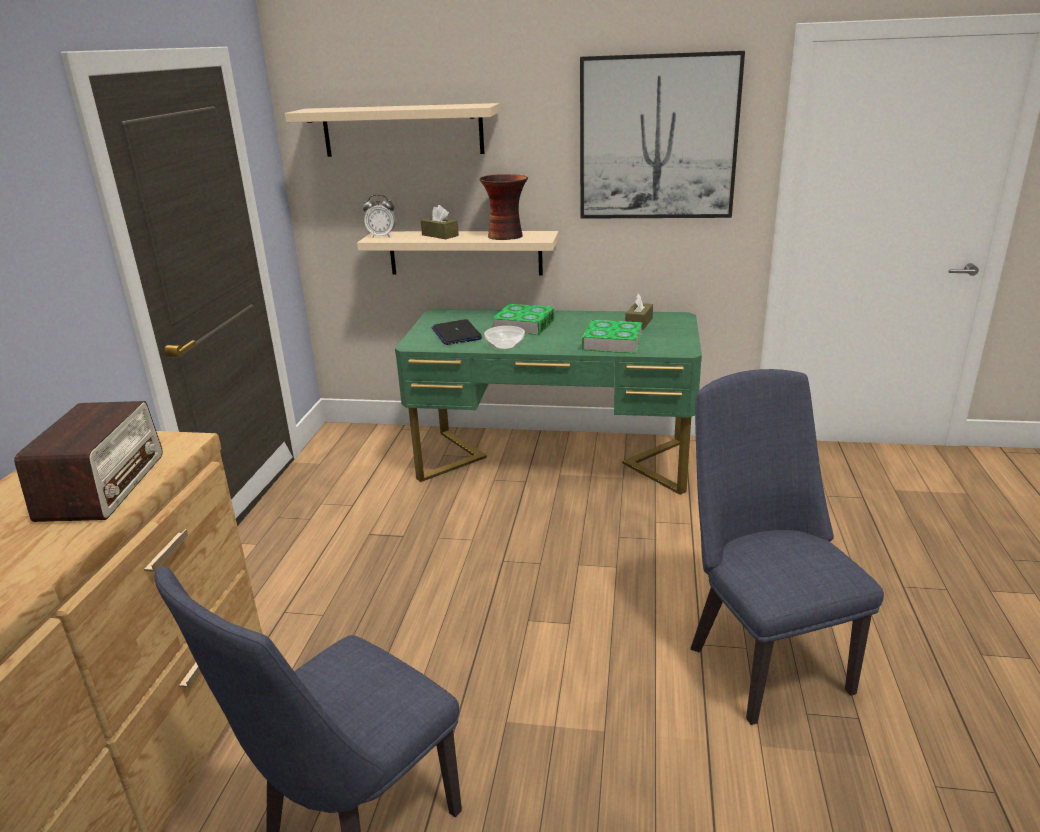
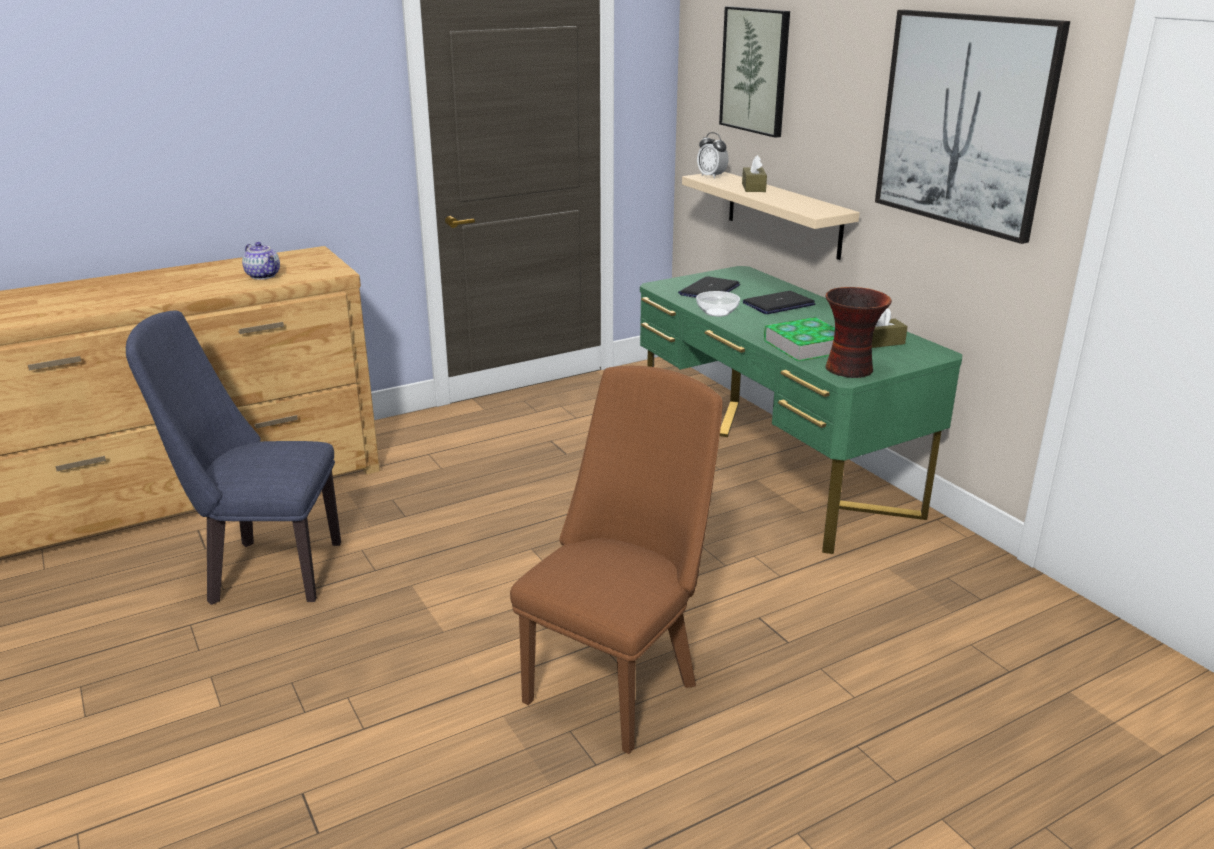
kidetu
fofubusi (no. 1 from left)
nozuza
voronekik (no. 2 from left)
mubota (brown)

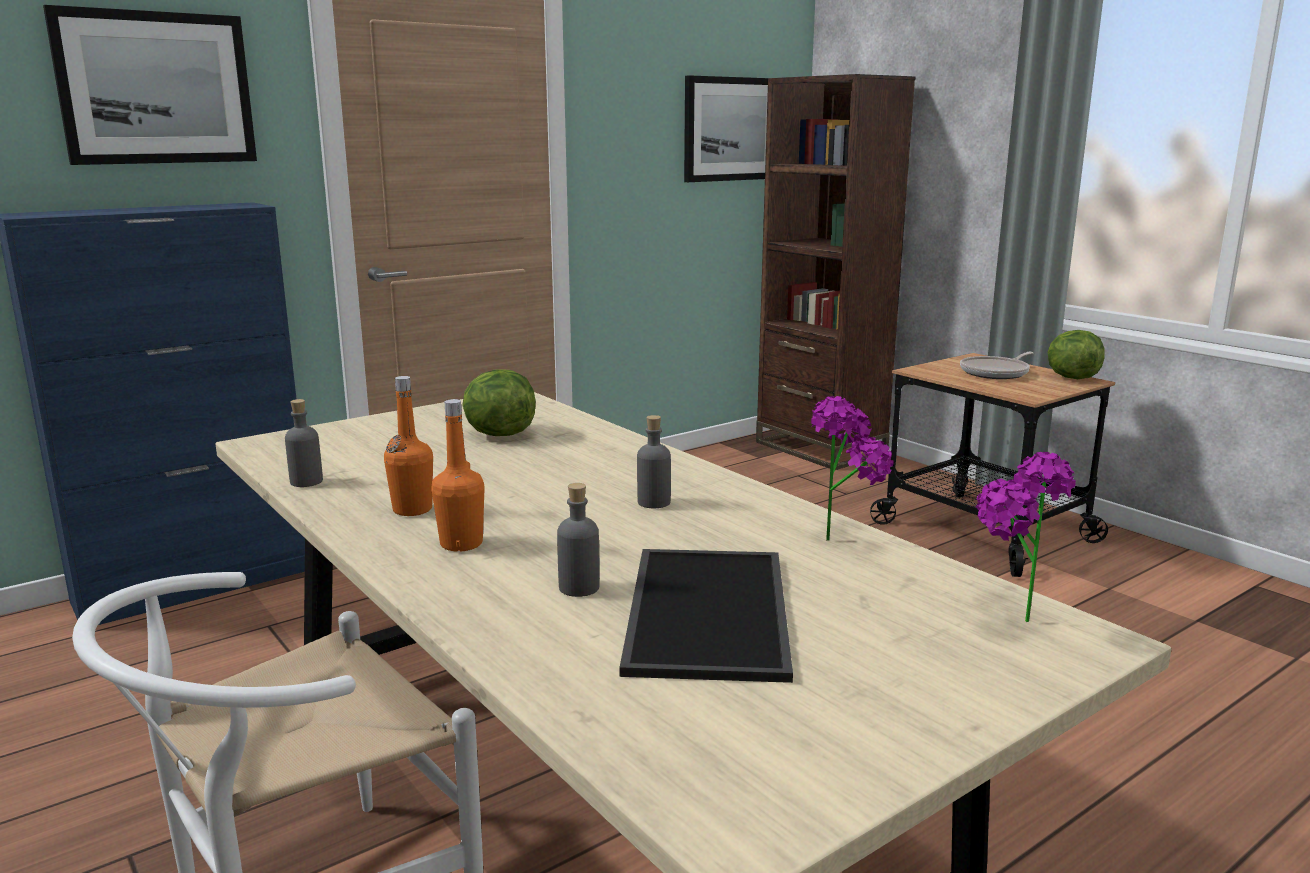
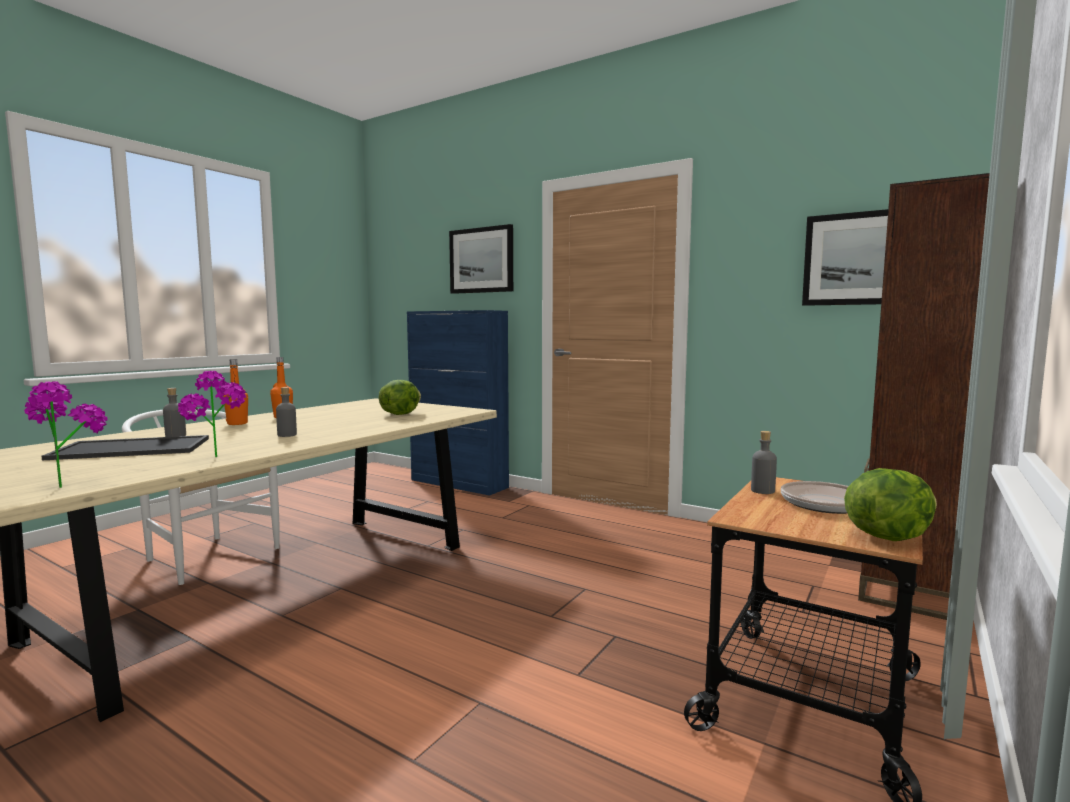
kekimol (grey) (no. 3 from left)

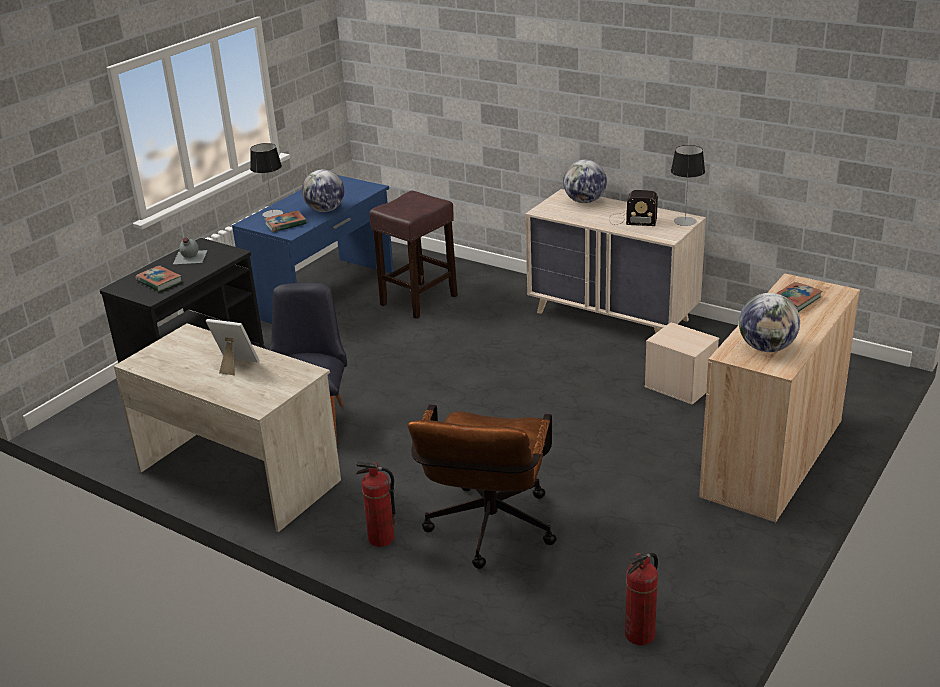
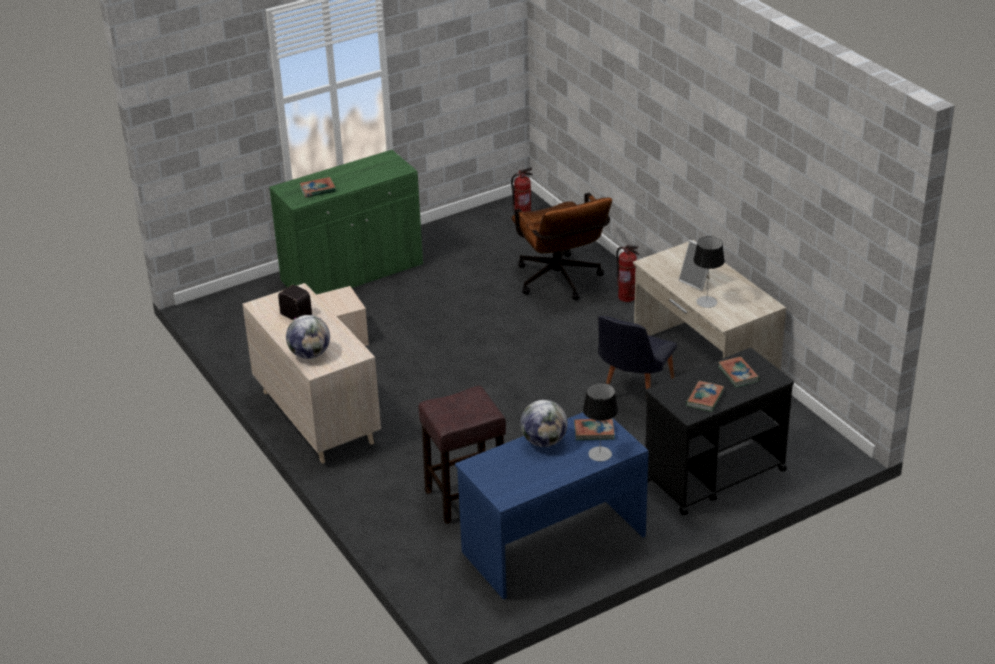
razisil (no. 3 from left)
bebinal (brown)
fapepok (no. 2 from left)
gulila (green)
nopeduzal (no. 3 from left in the first image)

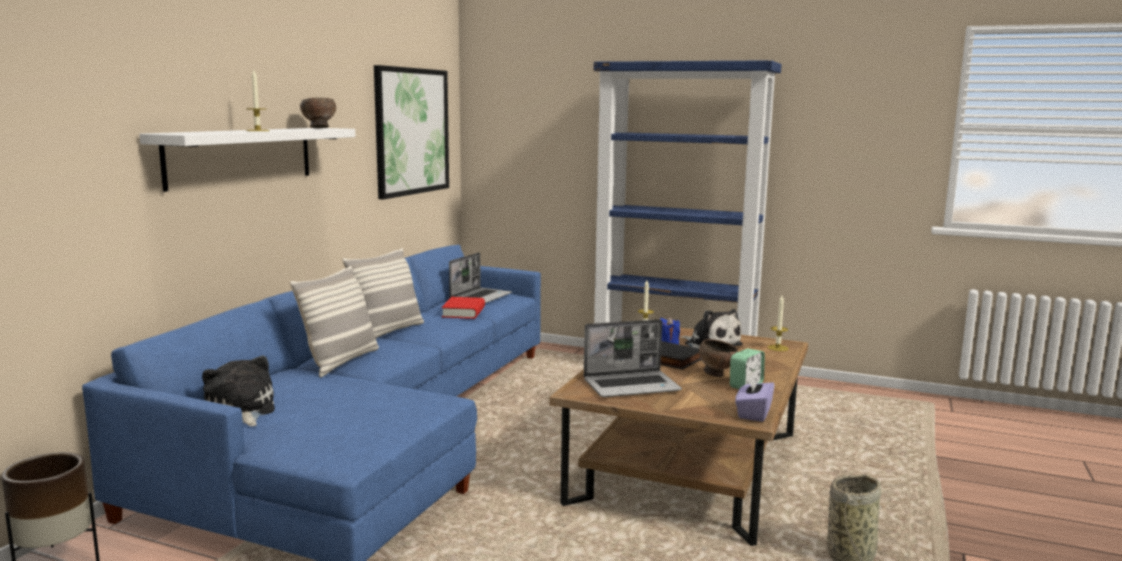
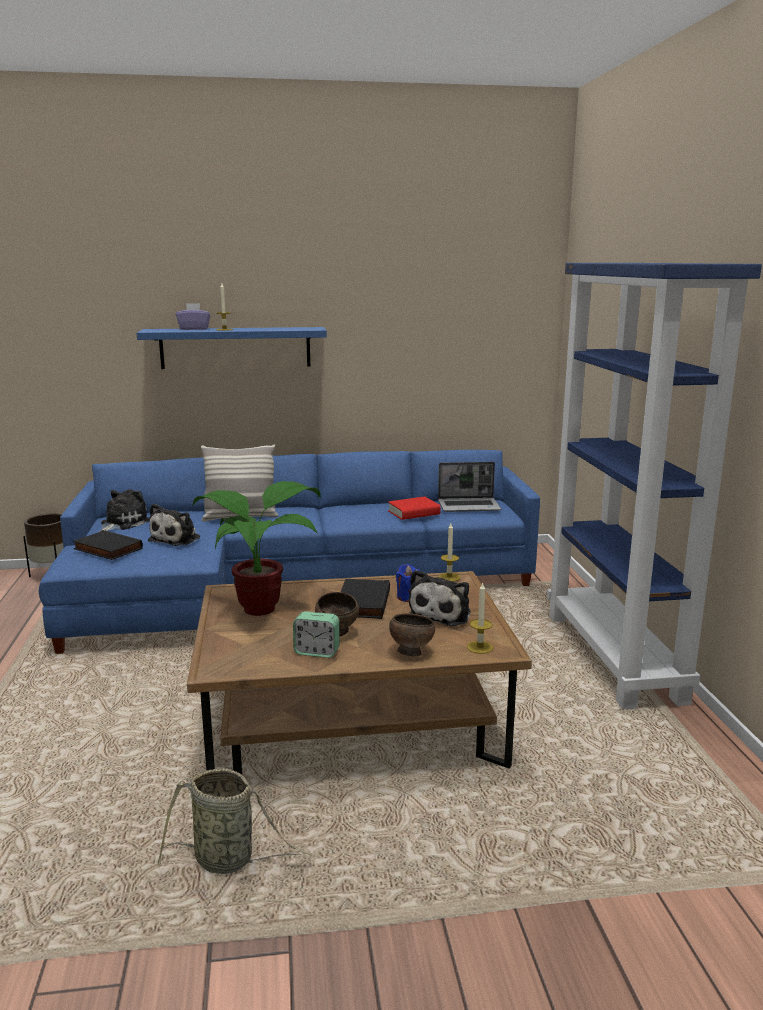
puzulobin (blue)
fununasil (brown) (no. 2 from left)
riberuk (no. 2 from left in the first image)
fofubusi
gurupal
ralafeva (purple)
razisil (black) (no. 1 from left)
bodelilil (no. 2 from left)

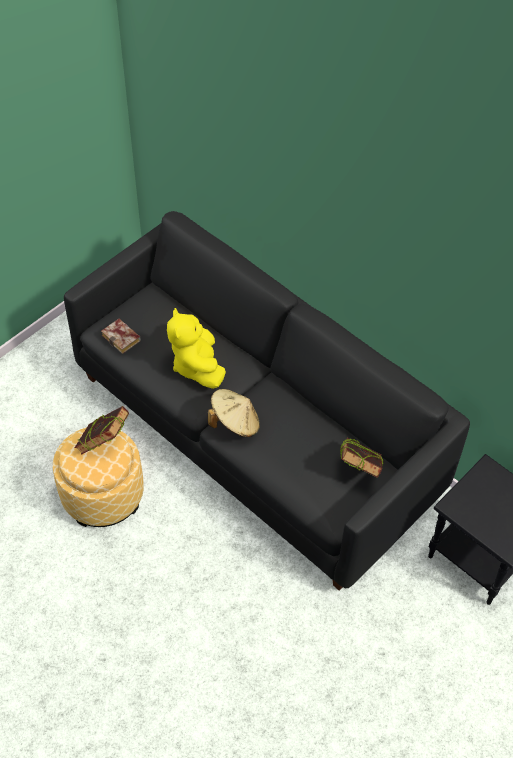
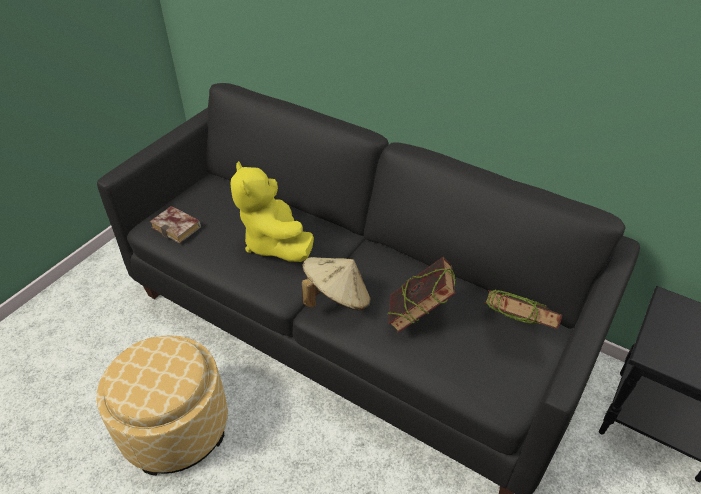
razisil (no. 2 from left)

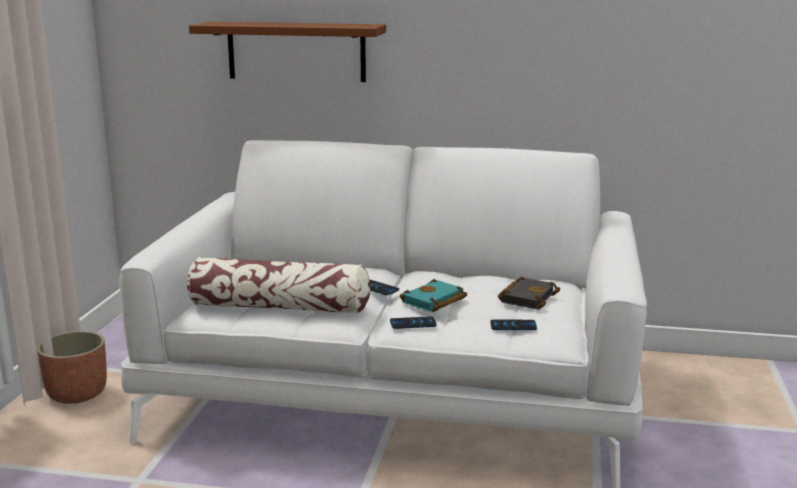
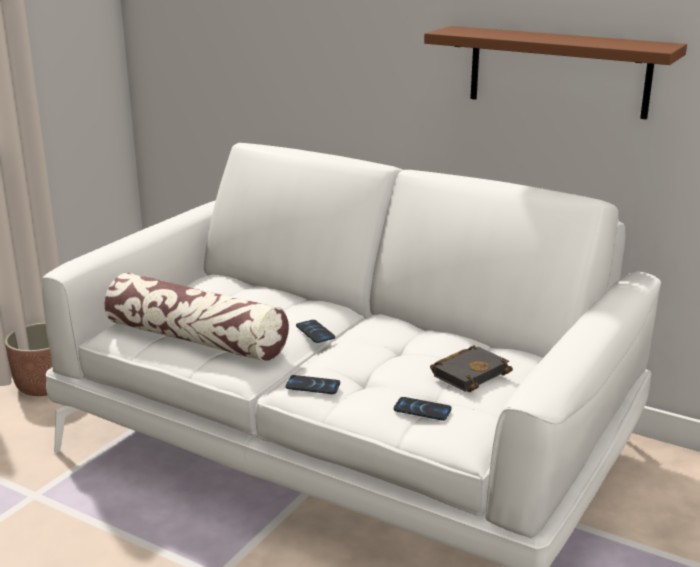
puzulobin (brown)
razisil (turquoise)

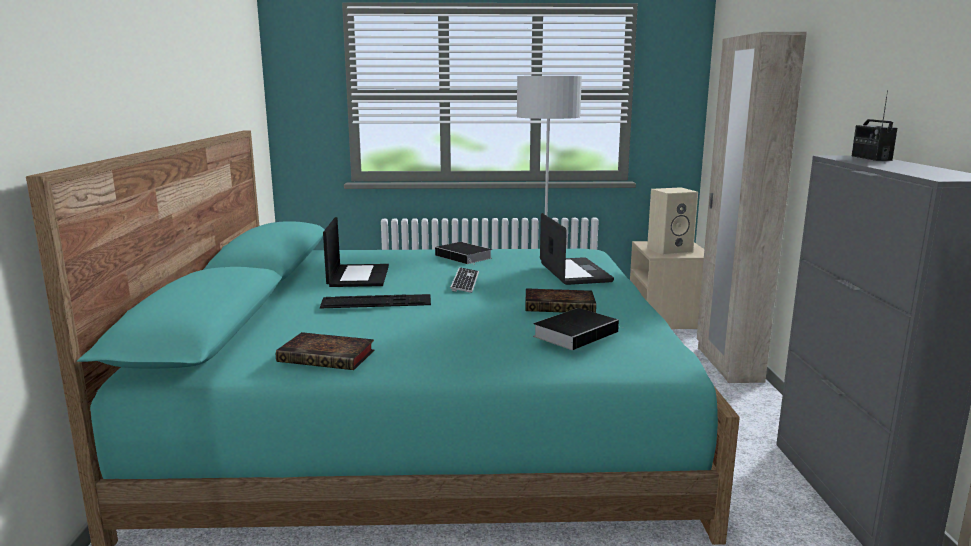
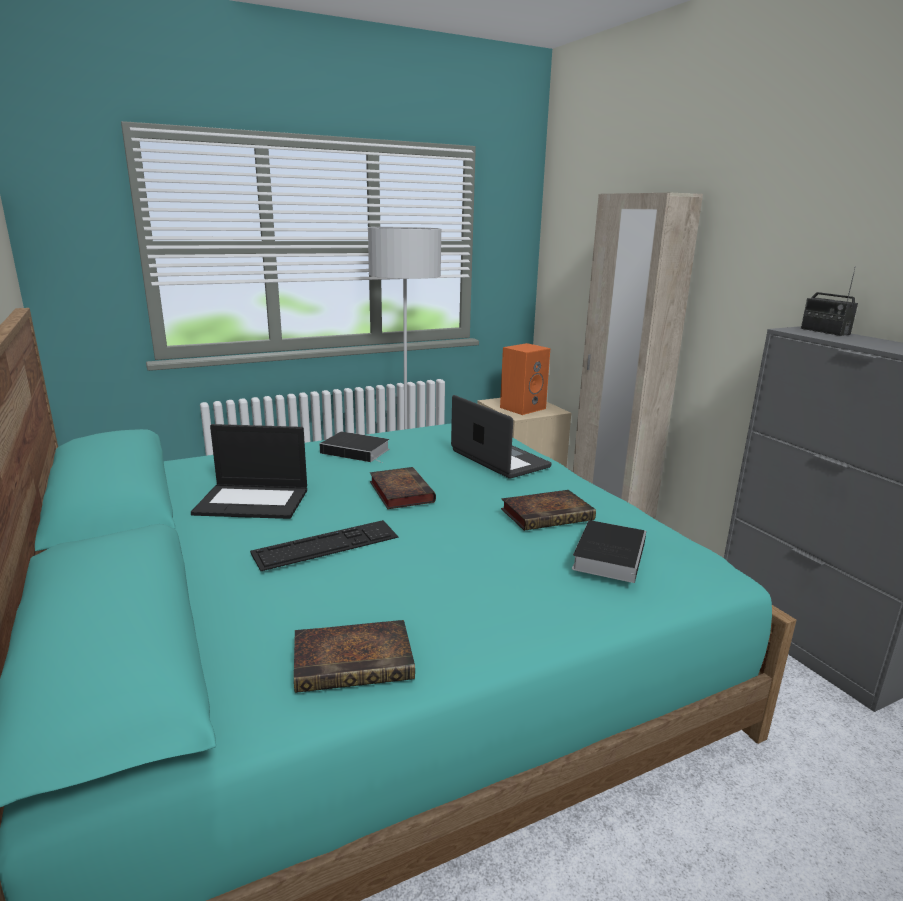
voronekik (no. 1 from left)
razisil (no. 3 from left)
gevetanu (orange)

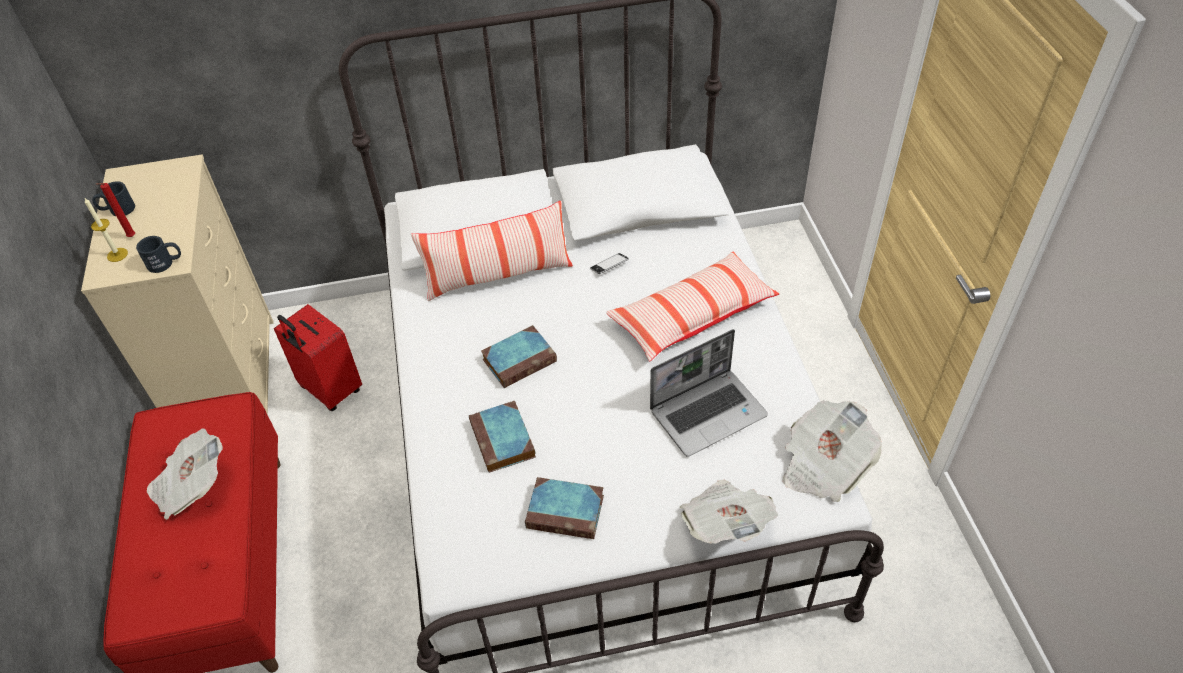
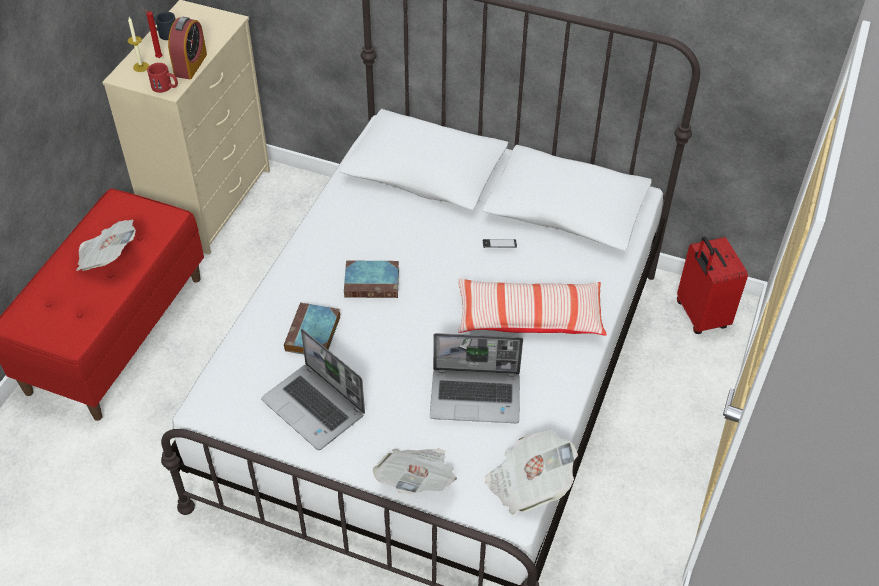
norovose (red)
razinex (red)
riberuk (no. 1 from left in the first image)
voronekik (no. 1 from left)
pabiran

